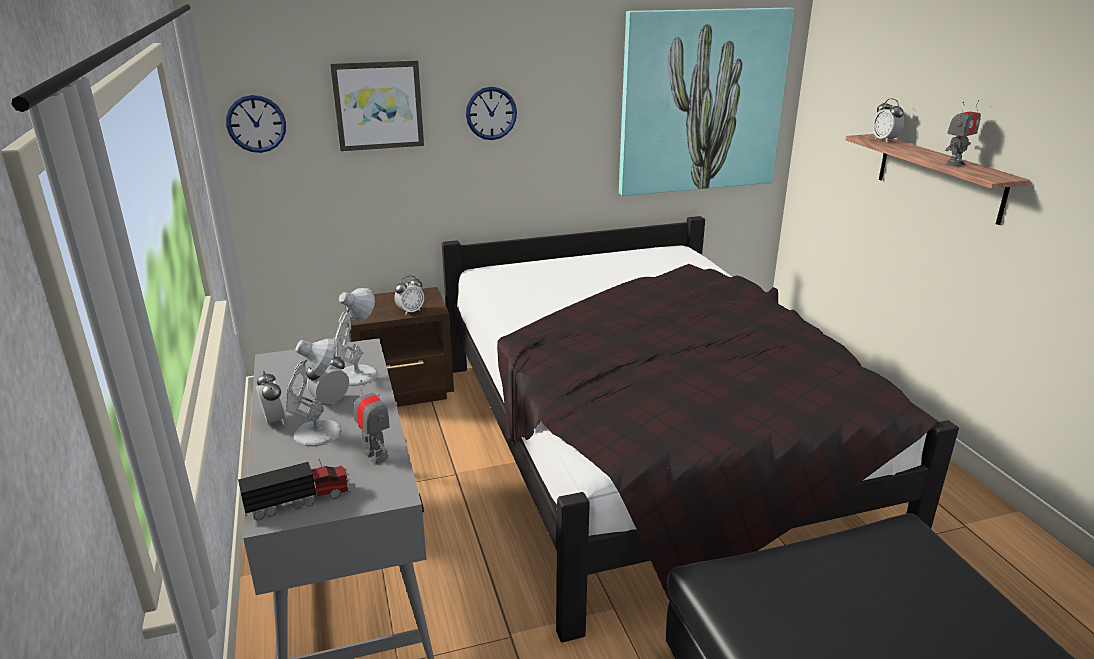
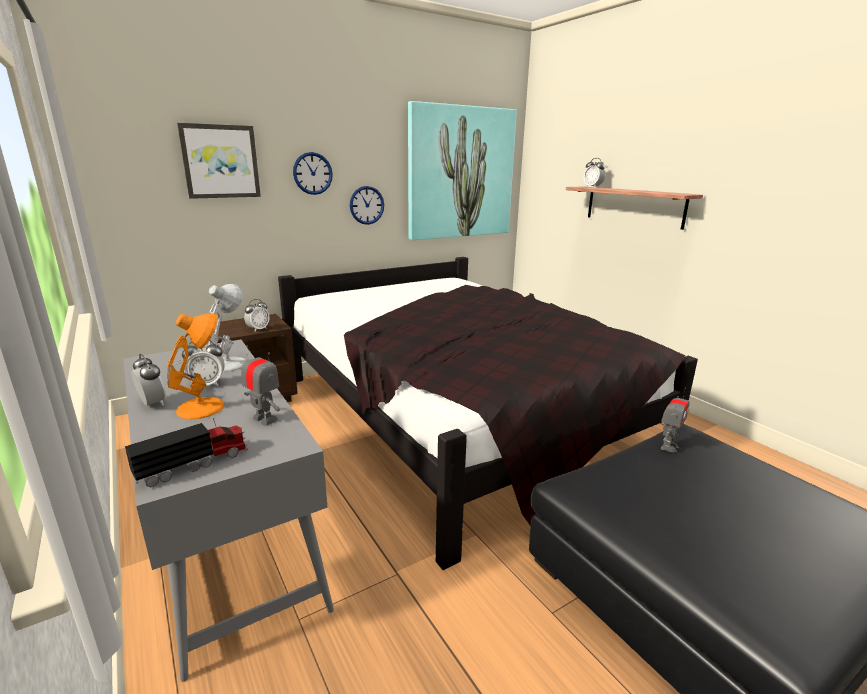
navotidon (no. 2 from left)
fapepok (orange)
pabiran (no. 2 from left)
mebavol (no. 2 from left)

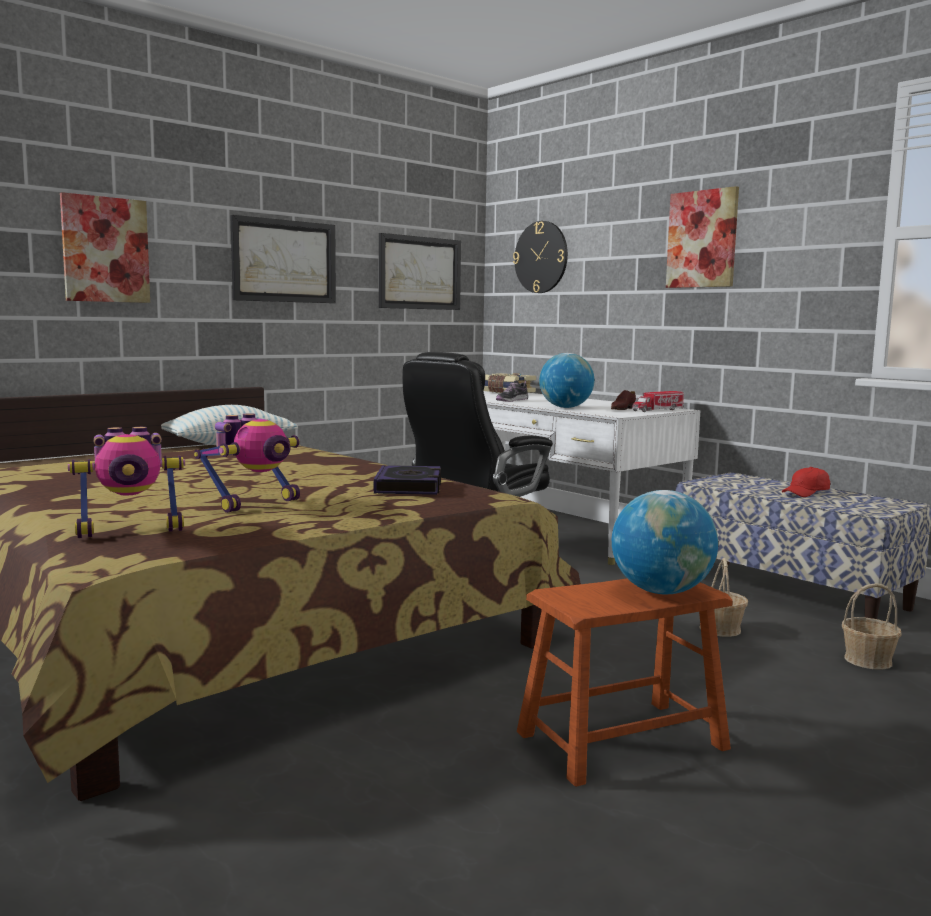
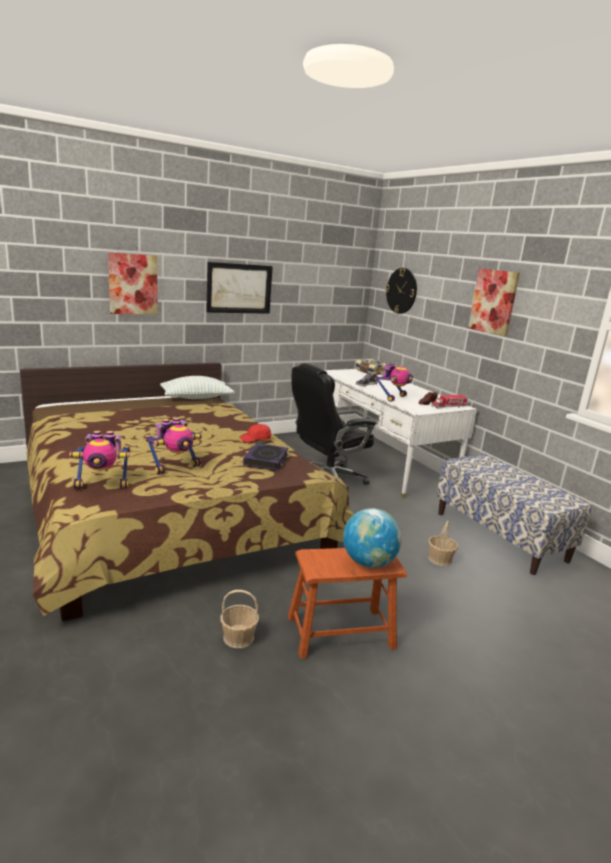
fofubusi (no. 3 from left in the first image)
mebavol (no. 3 from left)
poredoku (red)
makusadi (no. 1 from left)

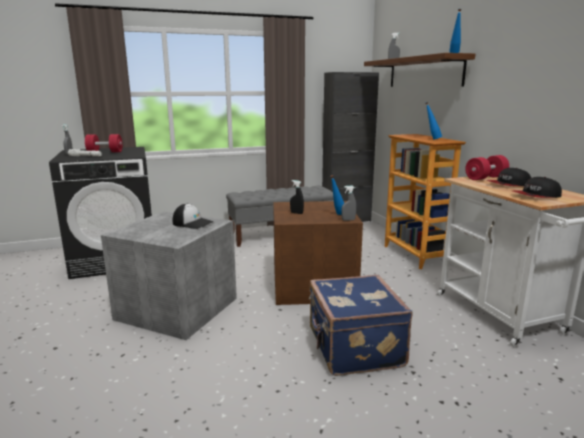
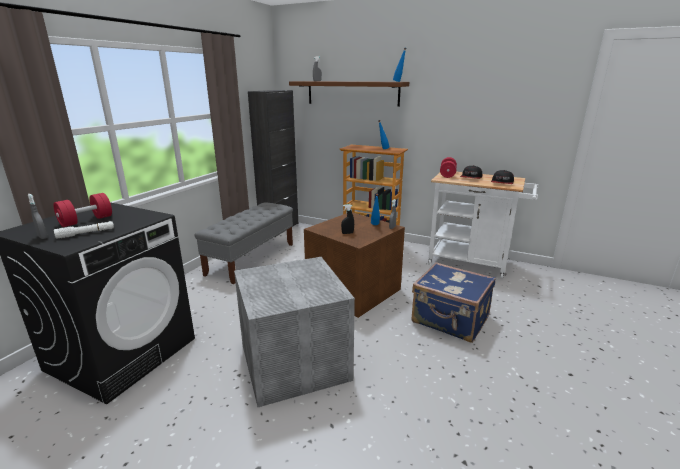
poredoku (no. 1 from left in the first image)

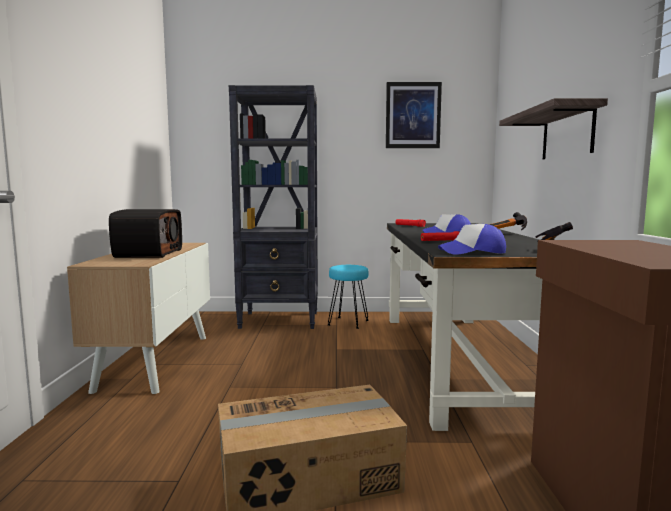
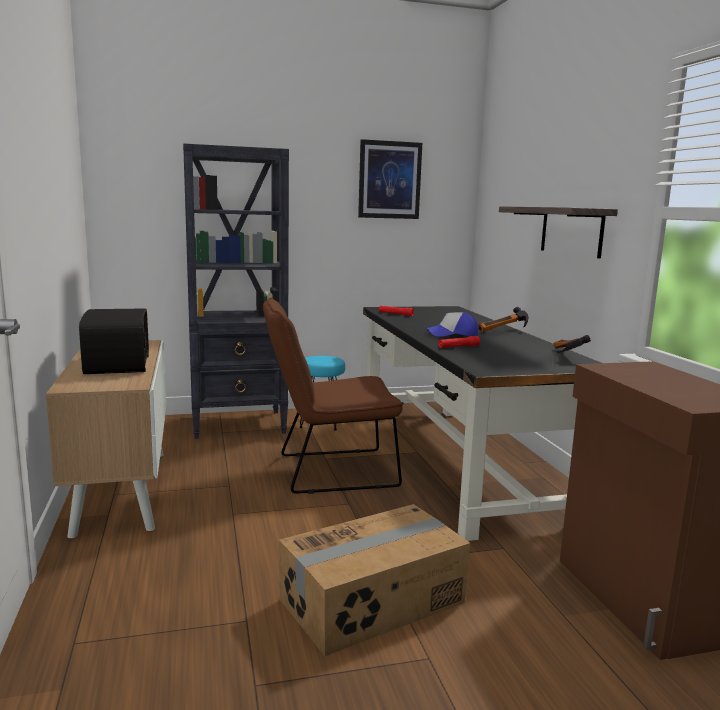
poredoku (no. 2 from left in the first image)
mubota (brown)

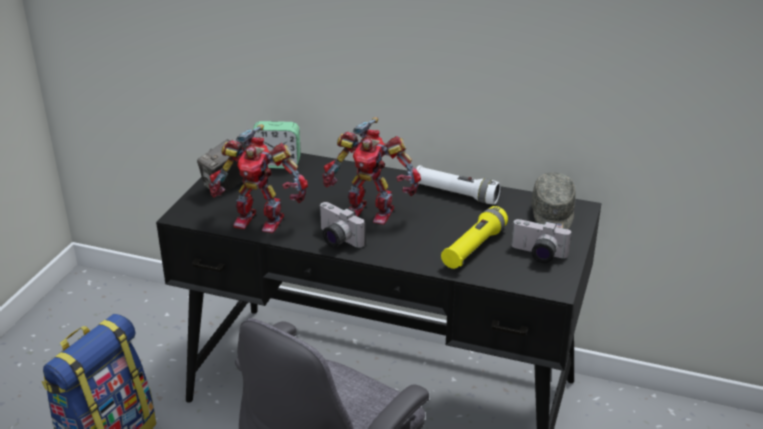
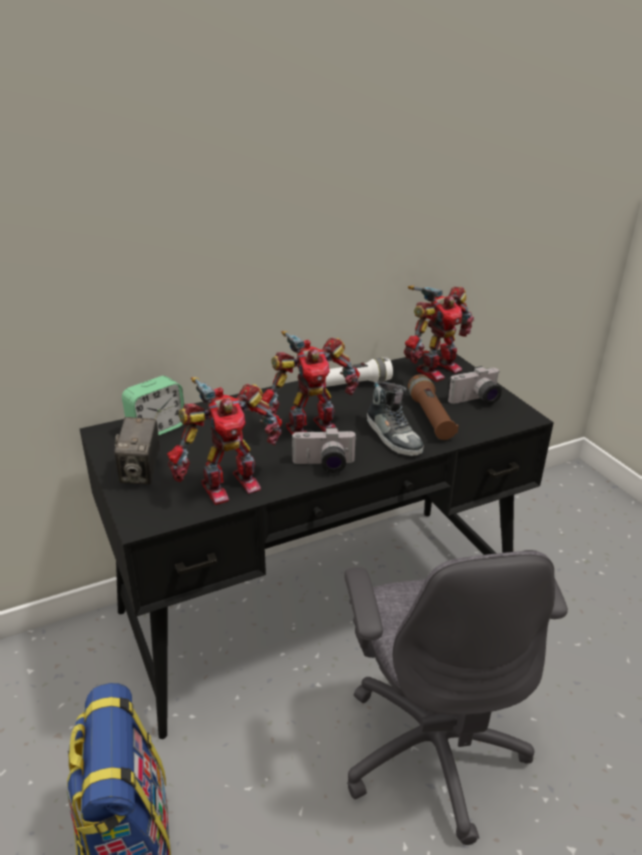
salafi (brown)
mebavol (no. 3 from left)
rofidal

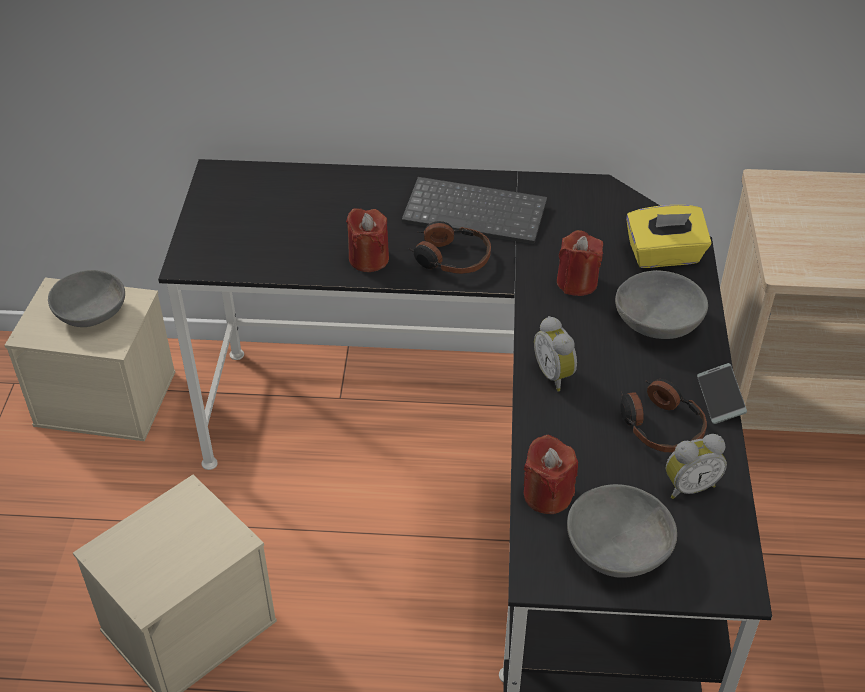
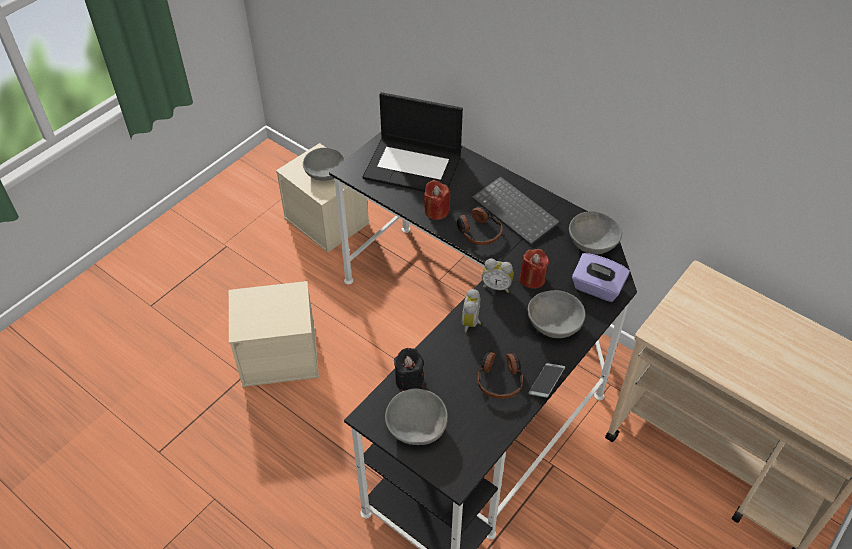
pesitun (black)
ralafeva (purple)
pabiran (no. 2 from left)
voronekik
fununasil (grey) (no. 4 from left)

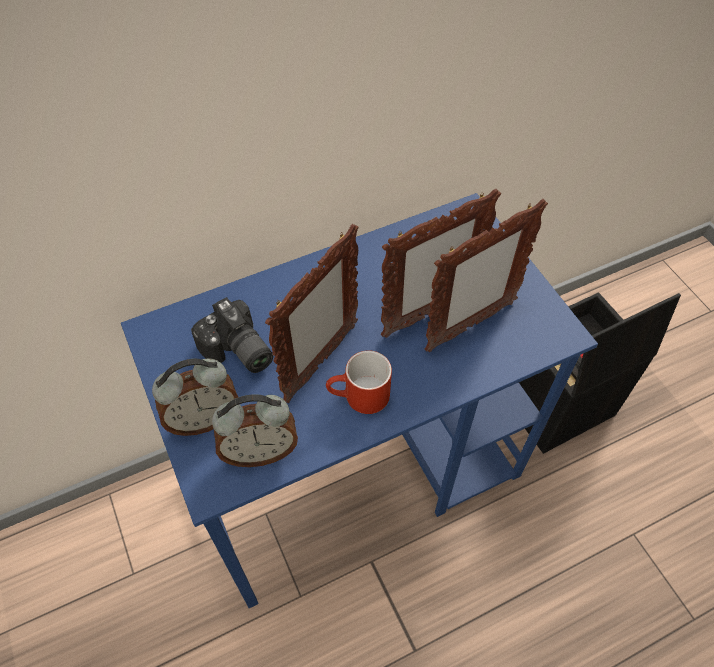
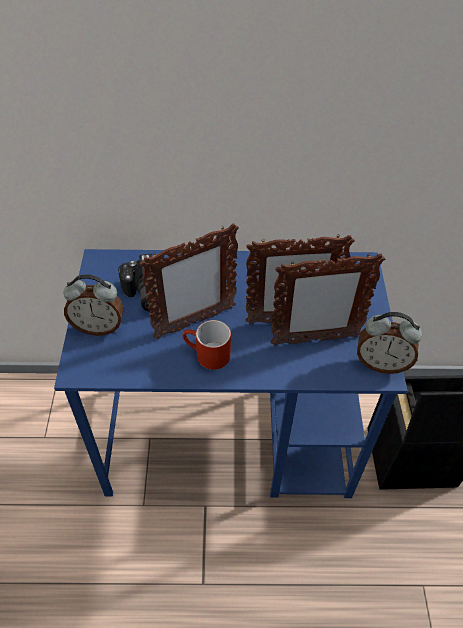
pabiran (no. 2 from left)

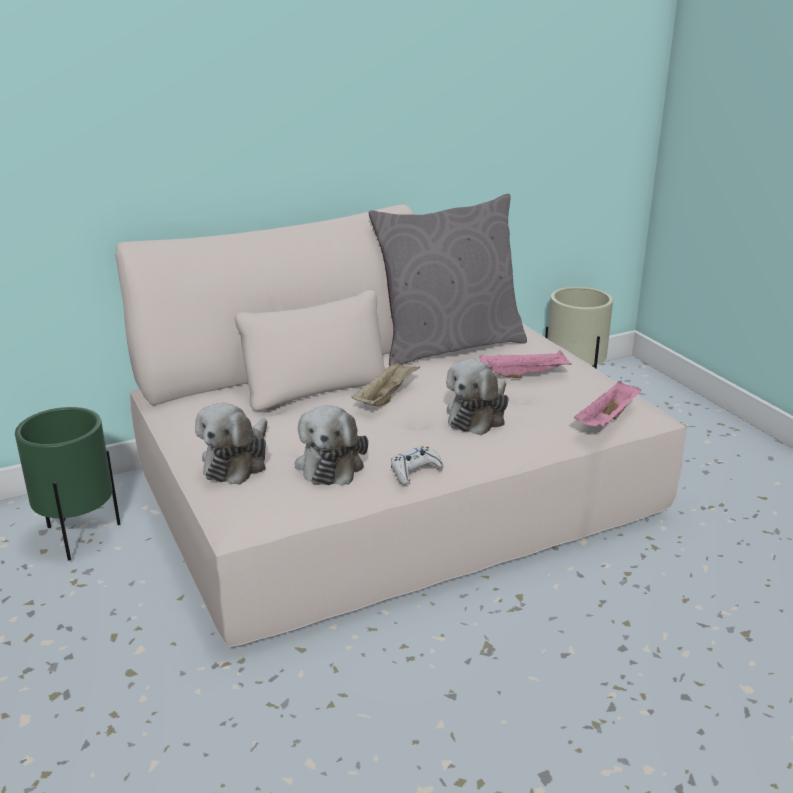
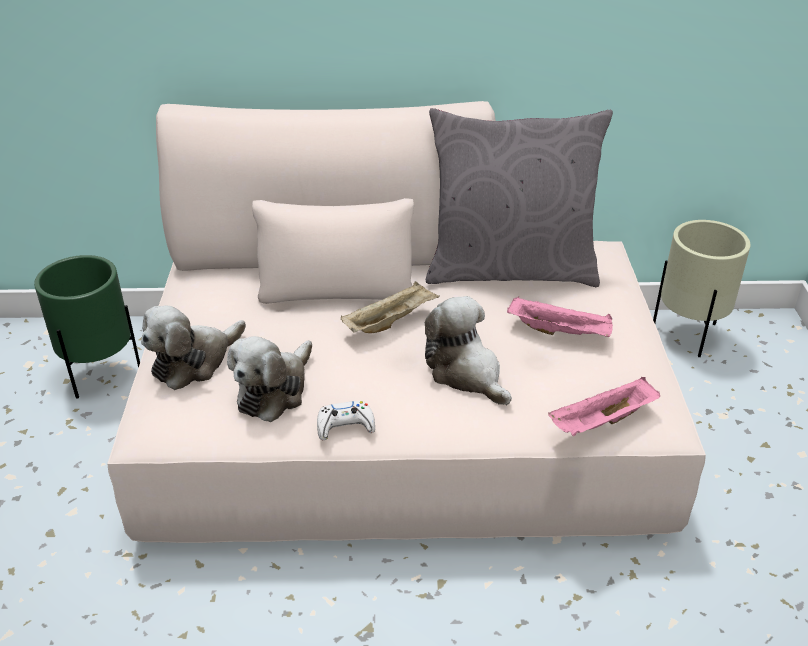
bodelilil (no. 3 from left)

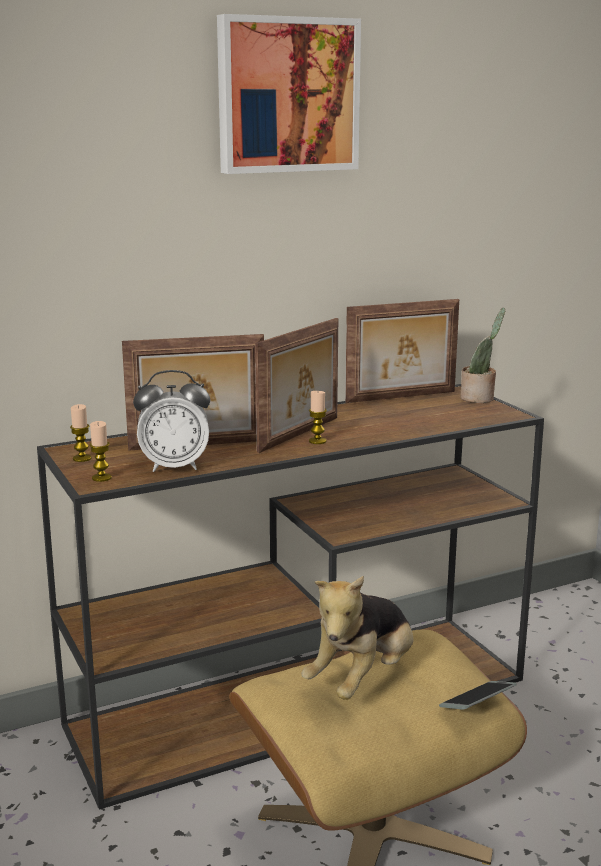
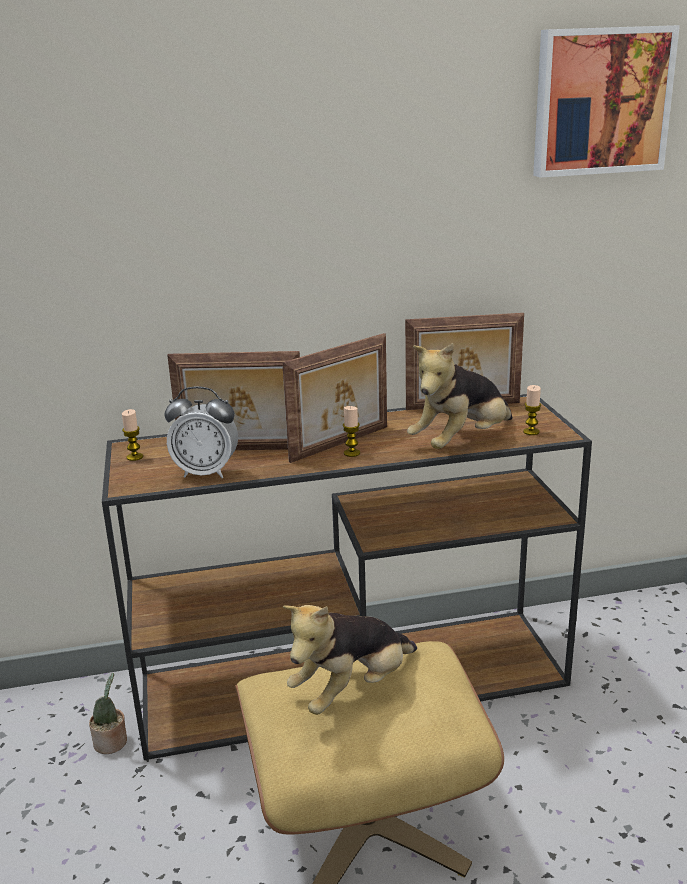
pesitun (no. 3 from left)
fofubusi
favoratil
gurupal
bodelilil (no. 2 from left)

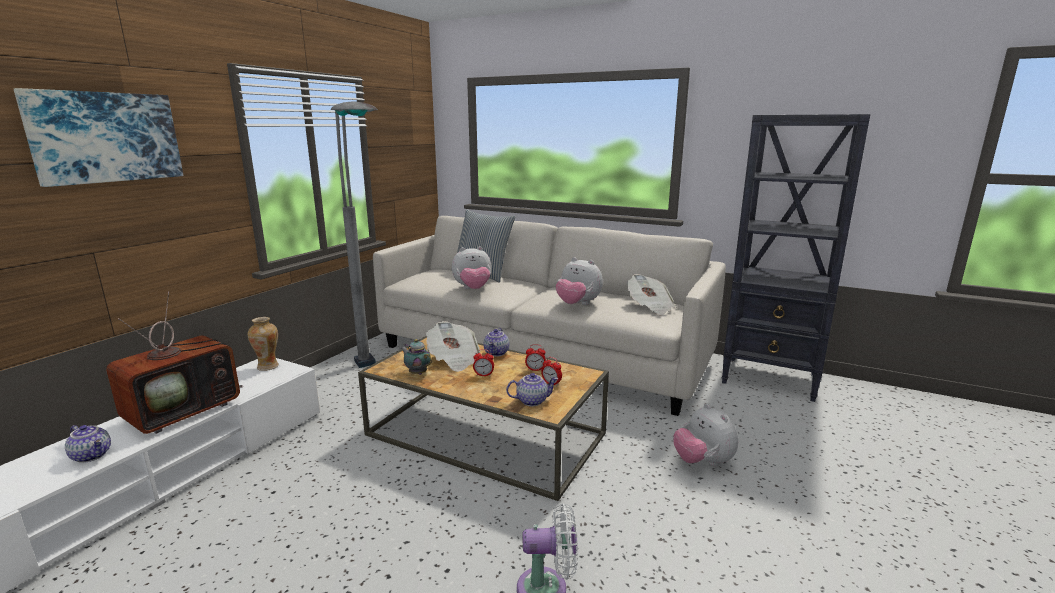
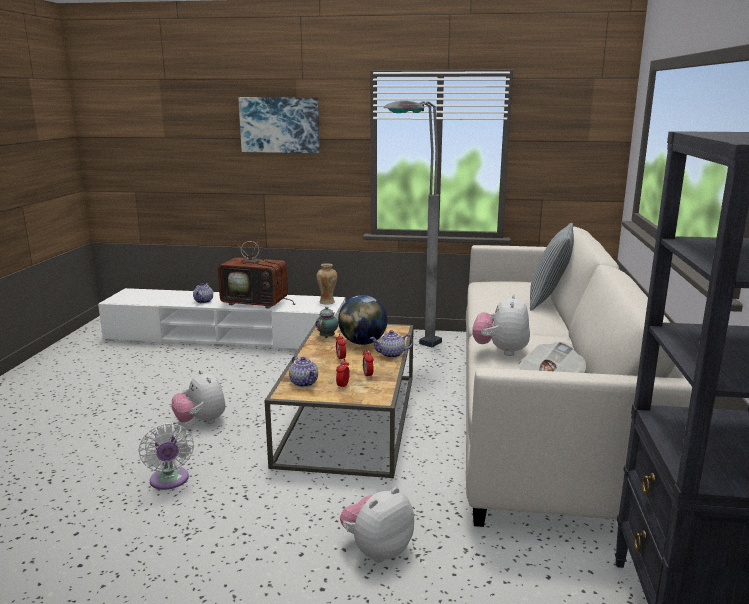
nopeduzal
bodelilil (no. 1 from left)

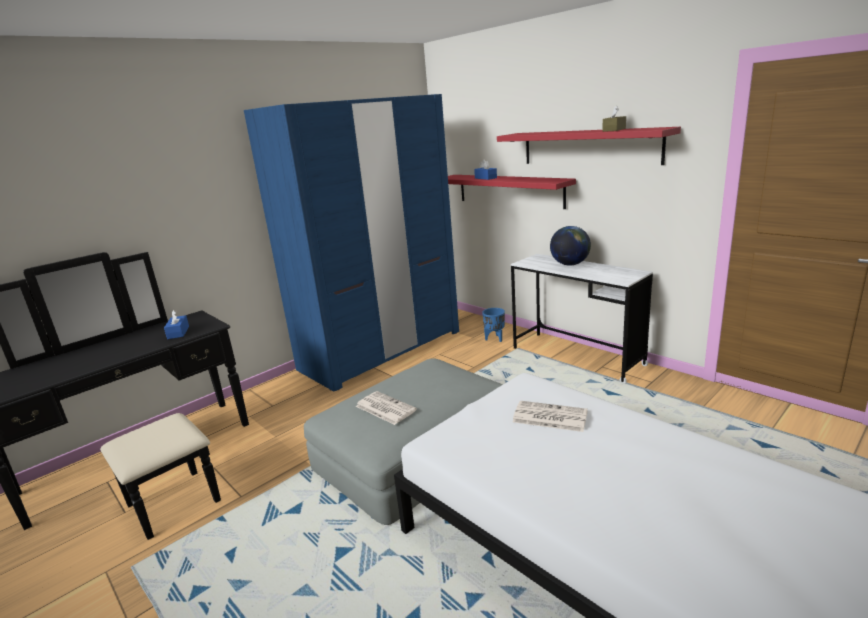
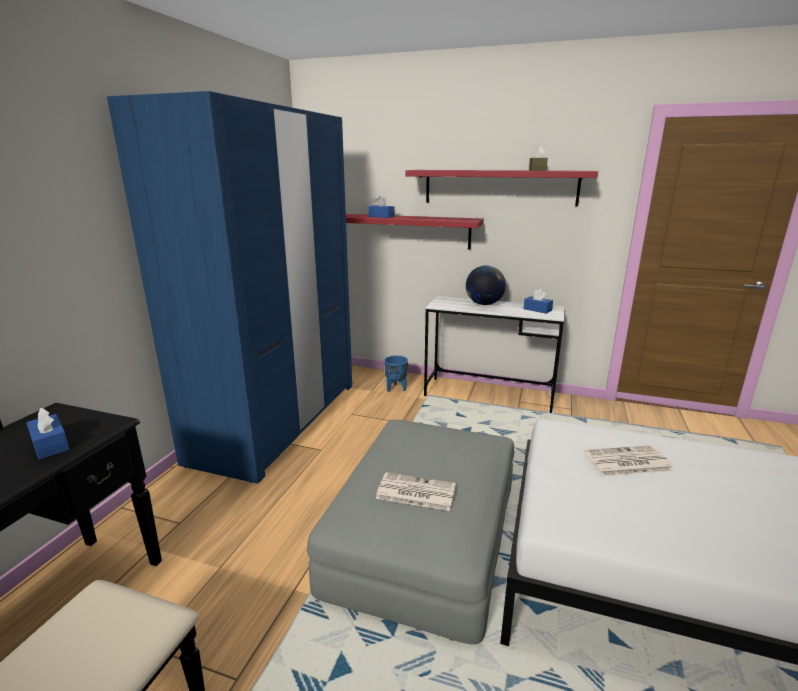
ralafeva (blue) (no. 3 from left)

